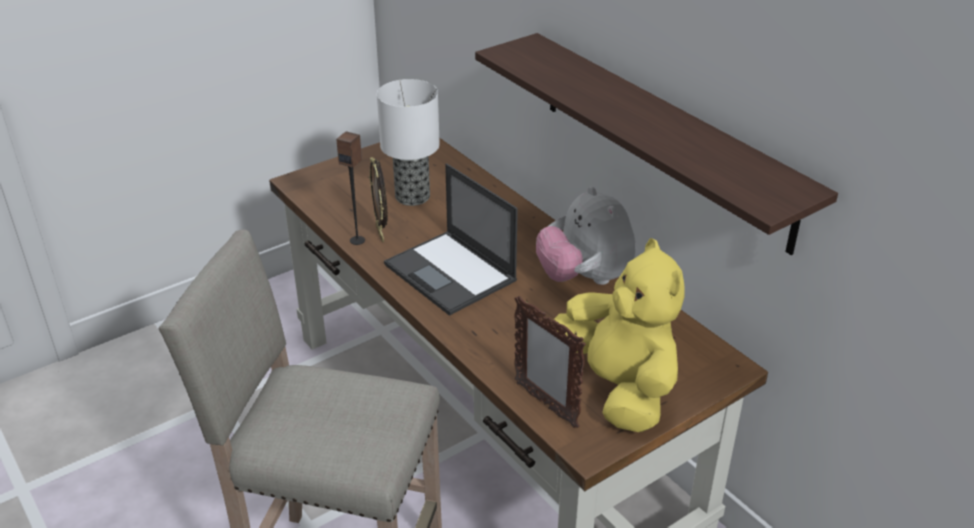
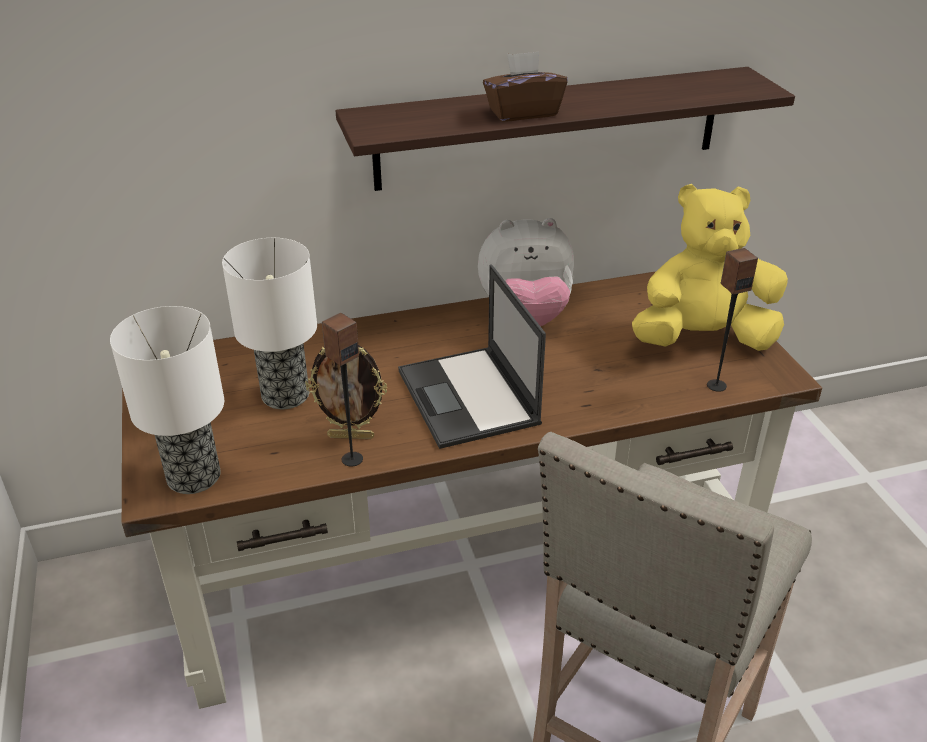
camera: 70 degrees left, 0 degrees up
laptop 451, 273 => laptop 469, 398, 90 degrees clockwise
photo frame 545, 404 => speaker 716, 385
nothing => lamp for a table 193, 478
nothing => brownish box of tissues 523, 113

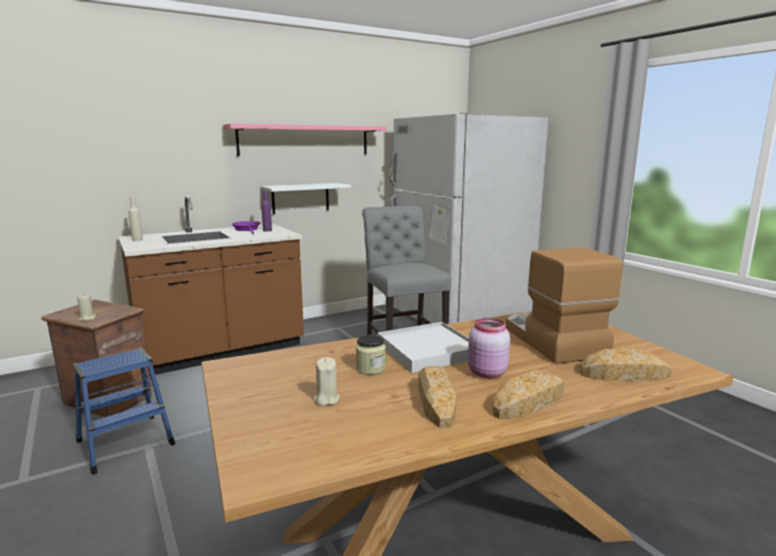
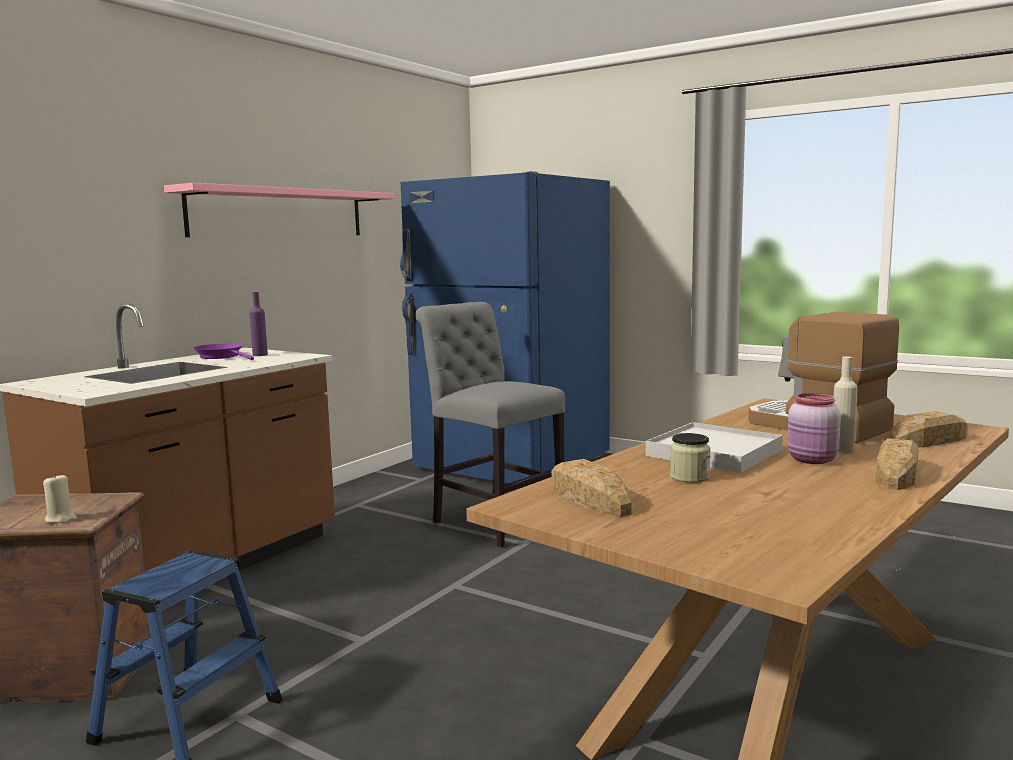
camera: 25 degrees left, 5 degrees down
sand-coloured beverage bottle 137, 240 => sand-coloured beverage bottle 842, 449, relocated
white-coloured shelf 300, 198 => nothing
sand-coloured wax candle 326, 399 => nothing
white-coloured fridge 460, 314 => bluish fridge 513, 462
bread 436, 401 => bread 588, 498, relocated

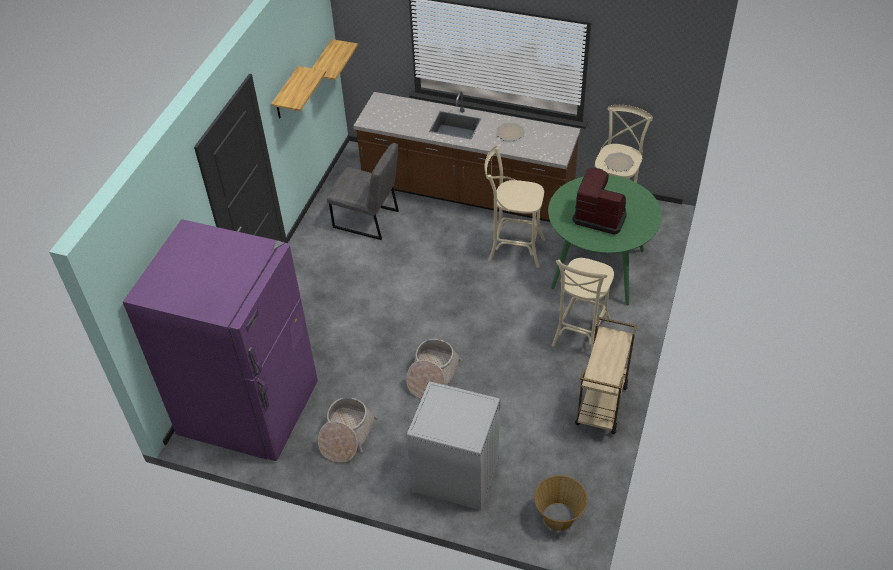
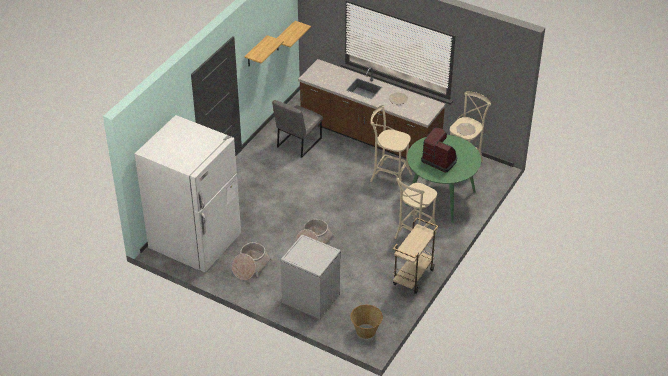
camera: 10 degrees right, 5 degrees down
purplish fridge 249, 407 => white-coloured fridge 195, 241
greyish plain chair 367, 220 => greyish plain chair 298, 143, 90 degrees clockwise

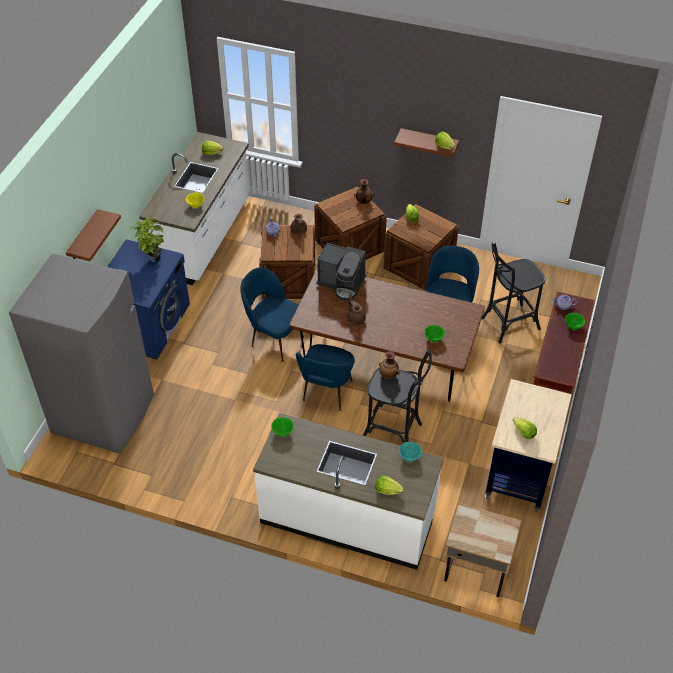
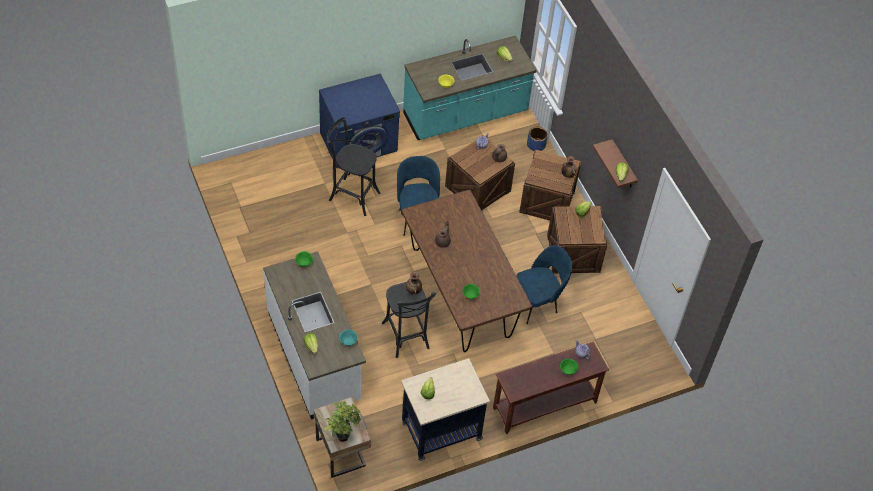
camera: 45 degrees right, 5 degrees up
greyish fridge 104, 413 => nothing
brownish shelf 83, 239 => nothing
houseplant 152, 257 => houseplant 342, 434, relocated
white-coloured kitchen base unit 203, 237 => blue-green kitchen base unit 465, 115
bluish plain chair 326, 394 => nothing
coffee maker 341, 283 => nothing
black-coloured stool seat 507, 324 => black-coloured stool seat 352, 195, relocated
nothing => bluish planter 536, 144

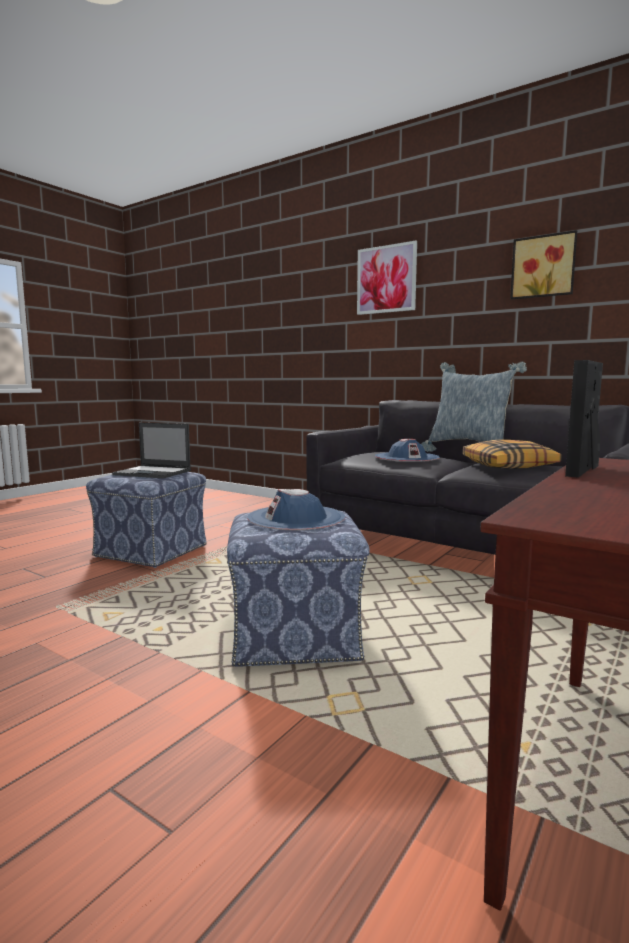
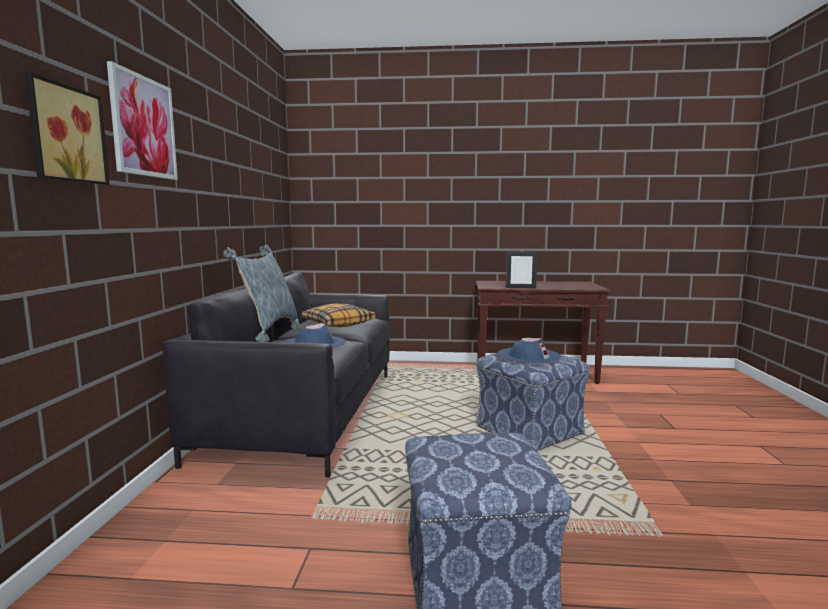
camera: 120 degrees left, 0 degrees up
laptop 153, 473 => nothing
wall art 543, 267 => wall art 64, 134, relocated

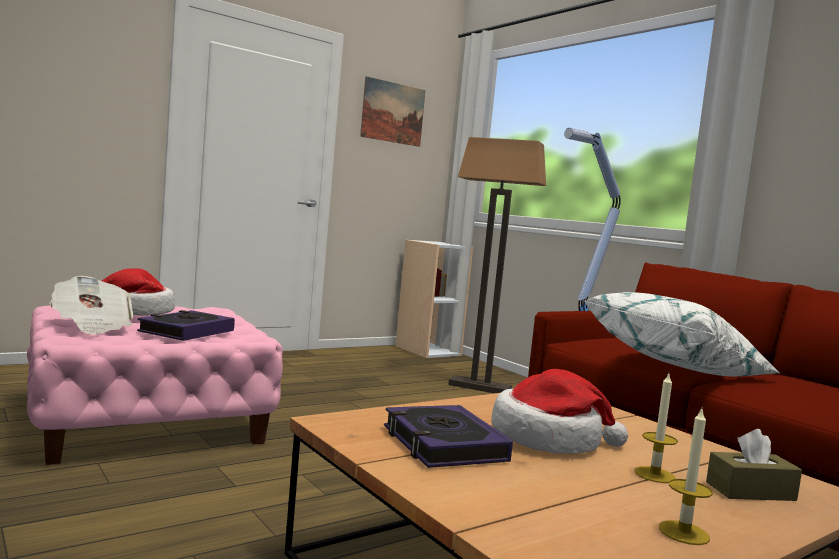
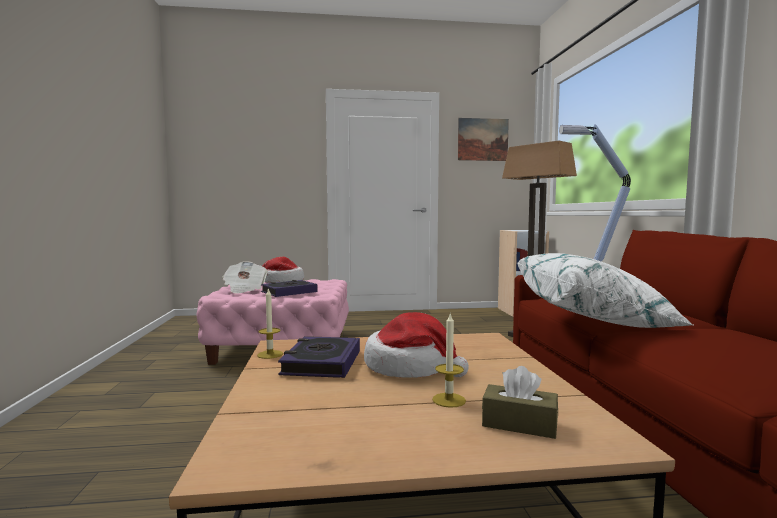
camera: 30 degrees right, 0 degrees up
wax candle 684, 532 => wax candle 270, 354, relocated

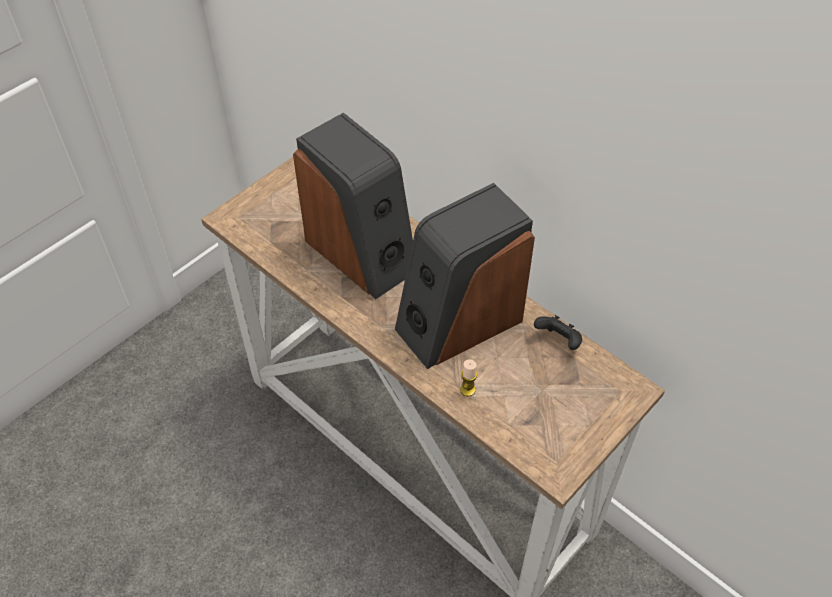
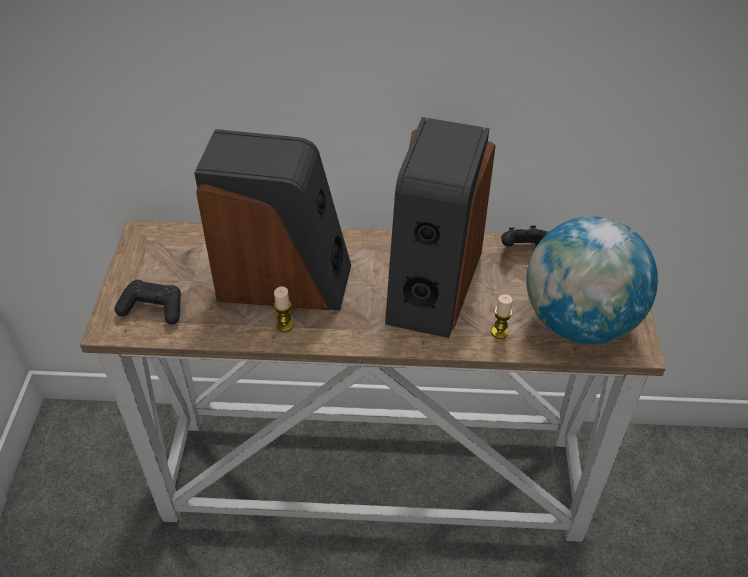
camera: 40 degrees left, 5 degrees down
nothing => black-coloured gamepad 153, 308
nothing => wax candle 285, 325
nothing => world globe 579, 322

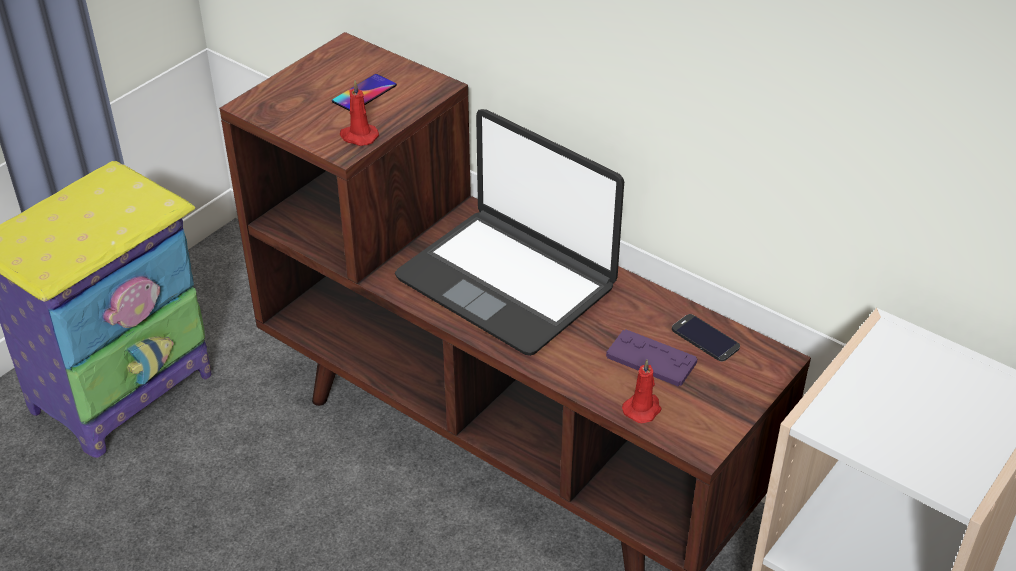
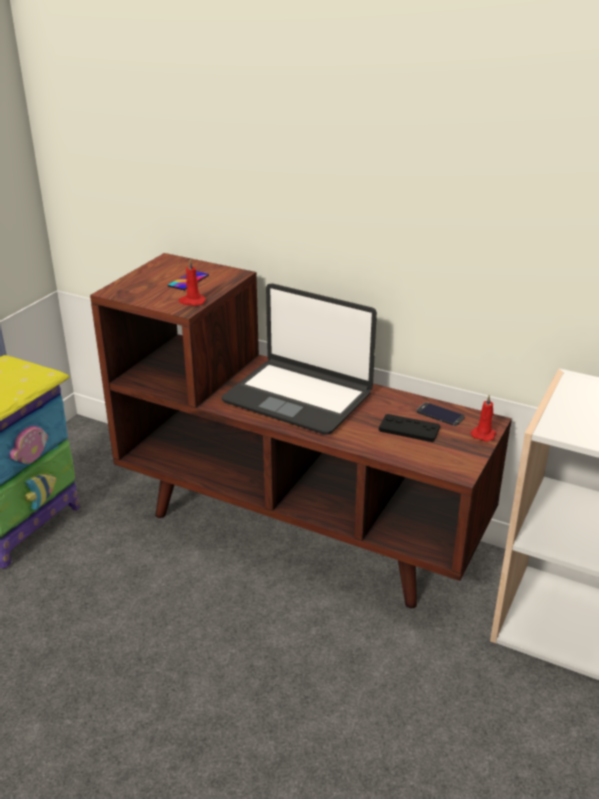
camera: 10 degrees left, 10 degrees down
purplish gamepad 651, 359 => black-coloured gamepad 409, 429
red wax candle 643, 408 => red wax candle 484, 434, relocated

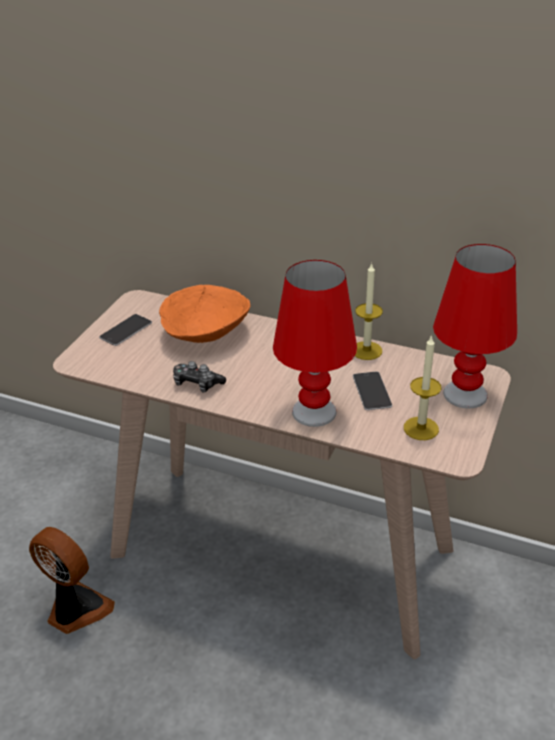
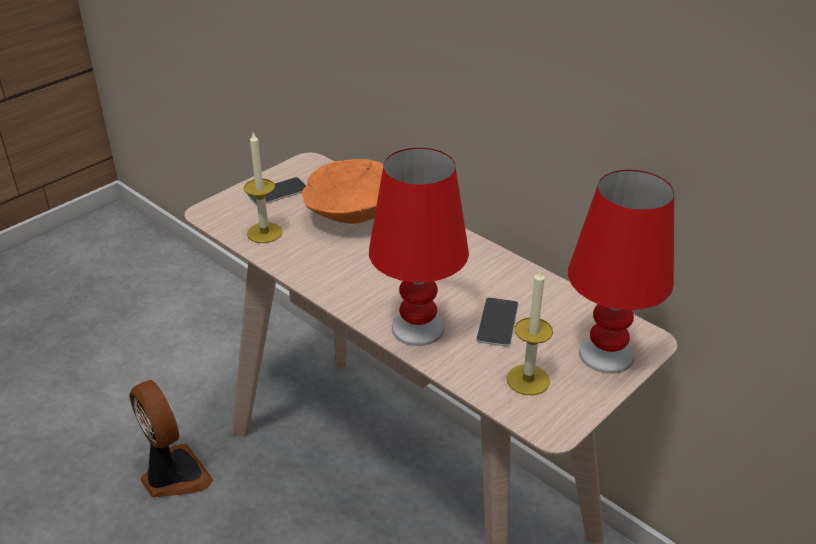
camera: 20 degrees right, 0 degrees up
gamepad 197, 384 => nothing
wax candle 366, 350 => wax candle 264, 233, relocated

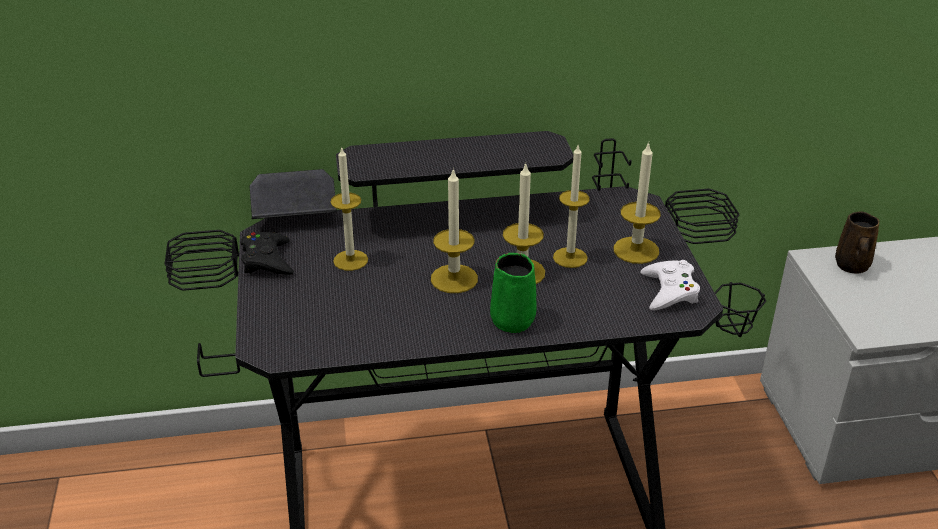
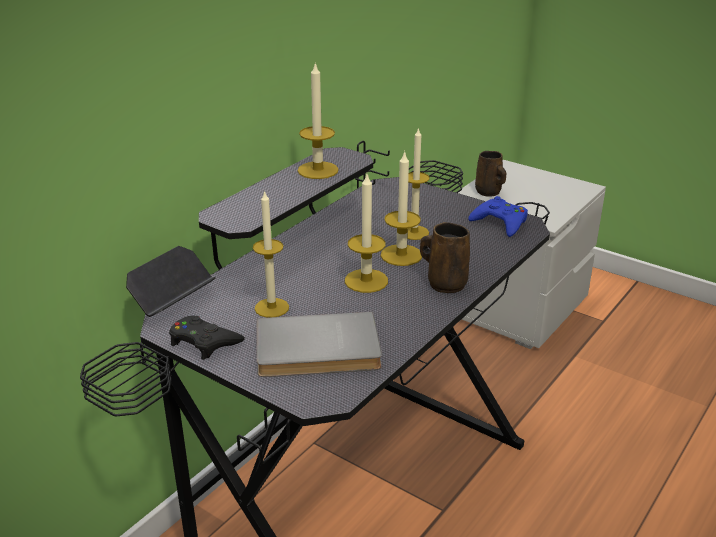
camera: 45 degrees left, 5 degrees down
green mug 512, 319 => brownish mug 444, 283
wax candle 636, 250 => wax candle 318, 170, relocated
white-coloured gamepad 669, 291 => bluish gamepad 500, 222
nothing => greyish bound book 318, 351

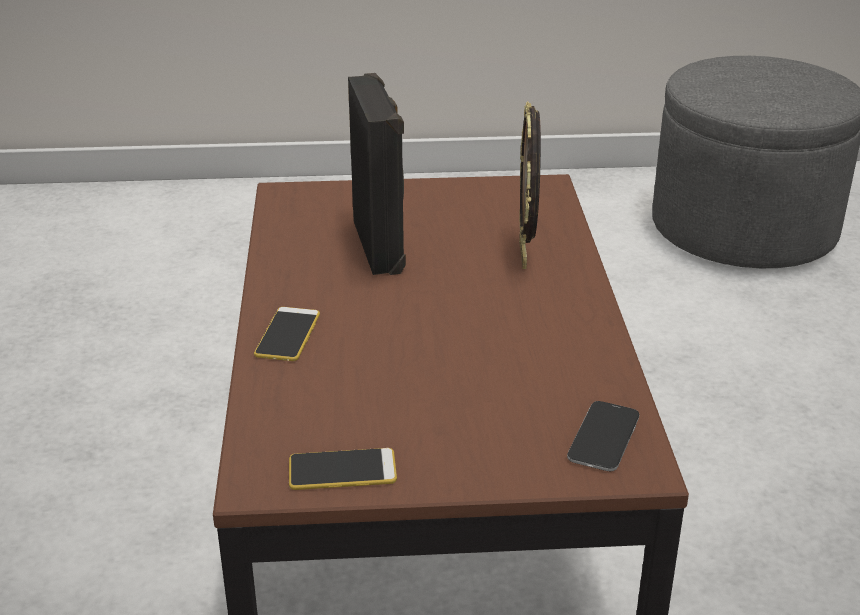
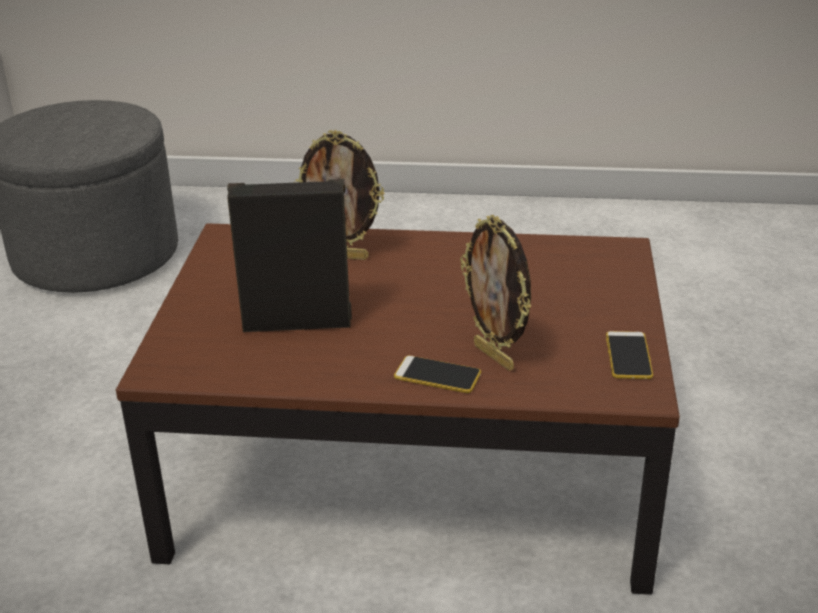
camera: 80 degrees left, 0 degrees up
phone 603, 438 => nothing
nothing => photo frame 495, 356

